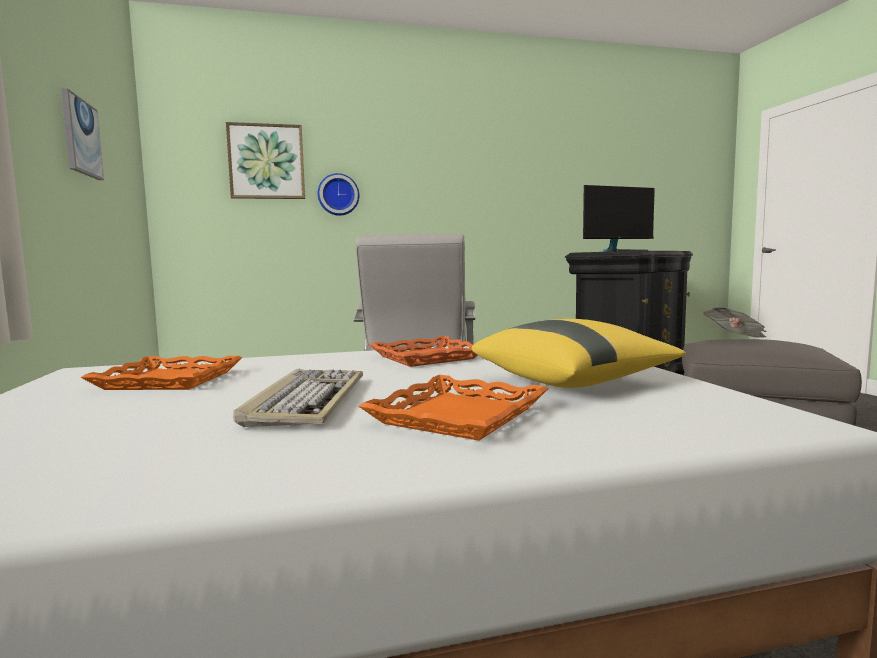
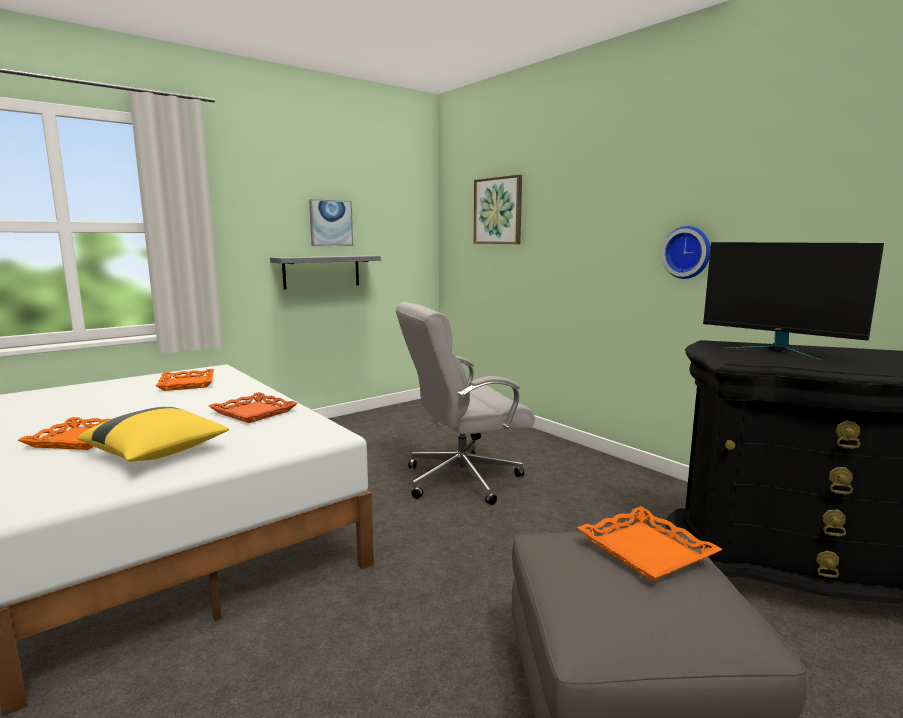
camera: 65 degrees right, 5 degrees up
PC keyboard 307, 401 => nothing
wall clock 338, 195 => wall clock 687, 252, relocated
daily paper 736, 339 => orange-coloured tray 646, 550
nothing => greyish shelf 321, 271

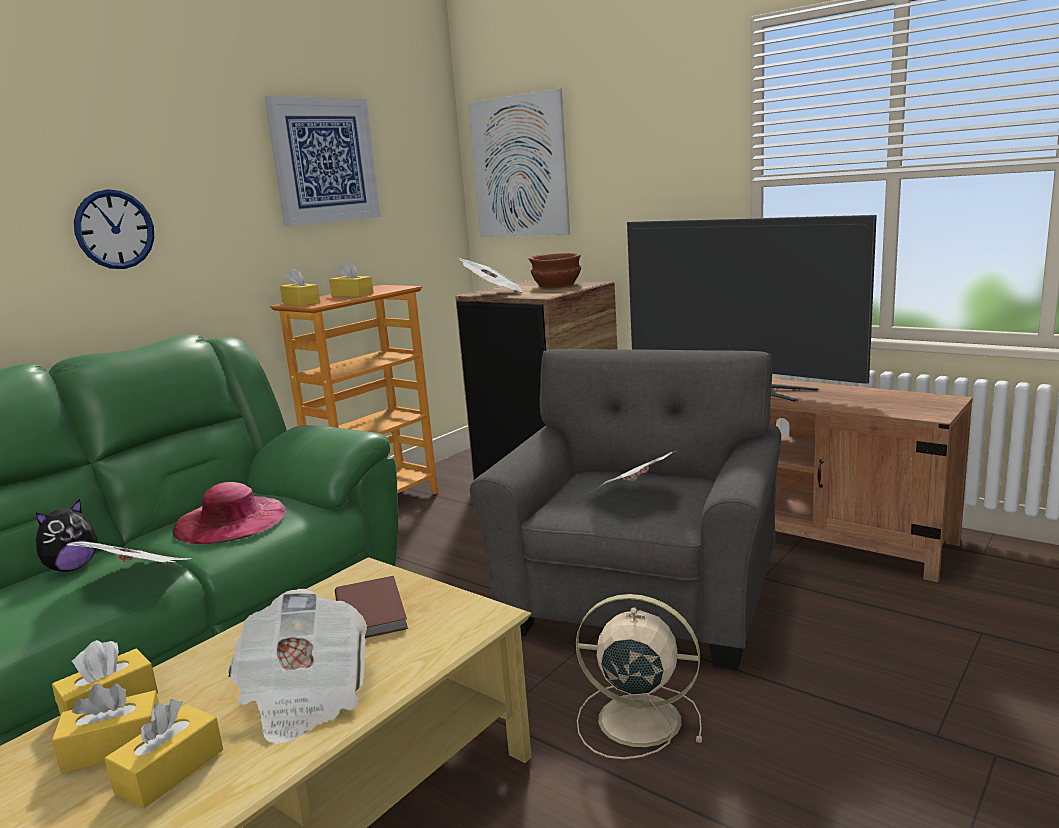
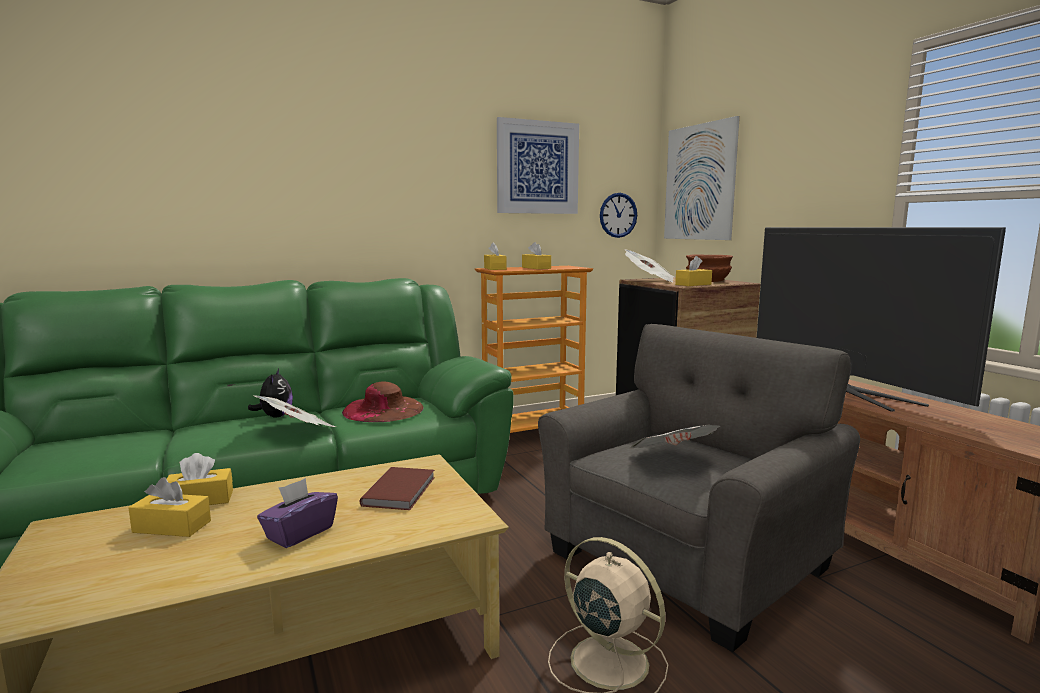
camera: 25 degrees right, 5 degrees down
cuddly toy 72, 567 => cuddly toy 275, 416, 75 degrees counterclockwise
wall clock 114, 229 => wall clock 618, 215, relocated
yellowish box of tissues 170, 770 => yellowish box of tissues 693, 284, relocated
pinkish hat 230, 520 => brownish hat 383, 409
daily paper 304, 695 => purplish box of tissues 299, 533

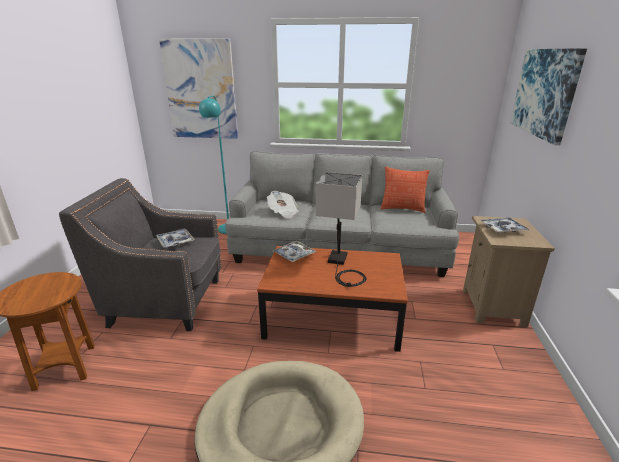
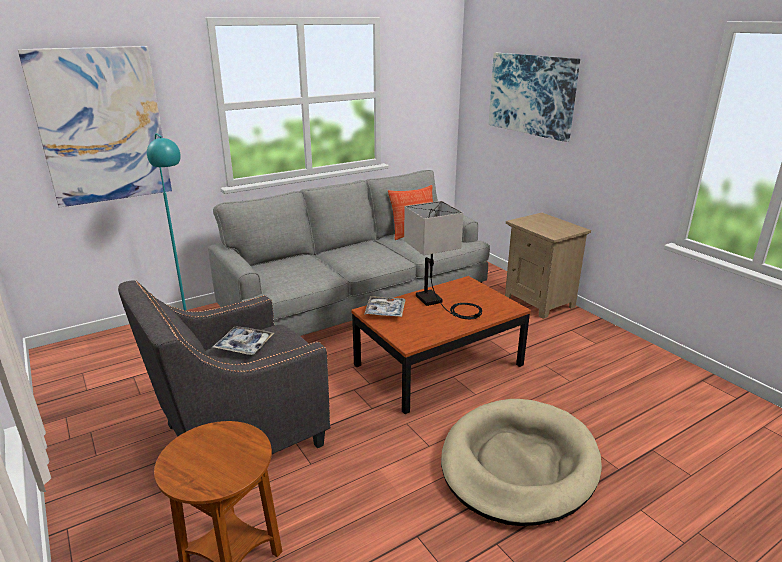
camera: 40 degrees left, 0 degrees up
daily paper 283, 212 => nothing
tray 502, 229 => nothing

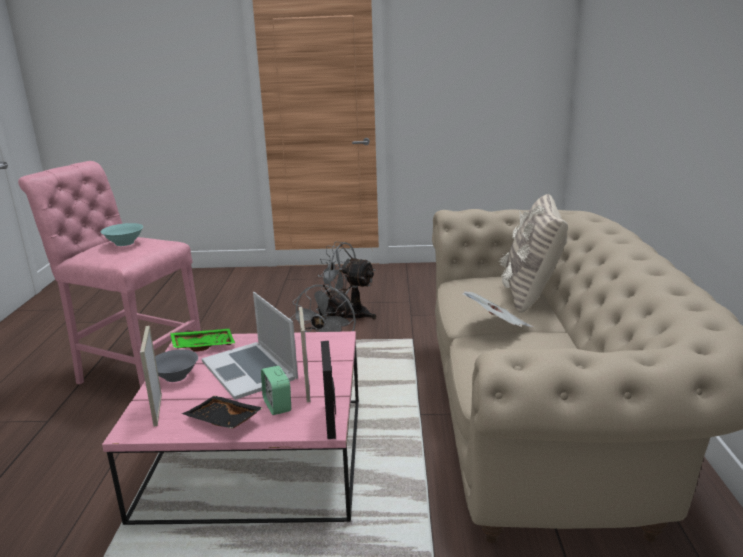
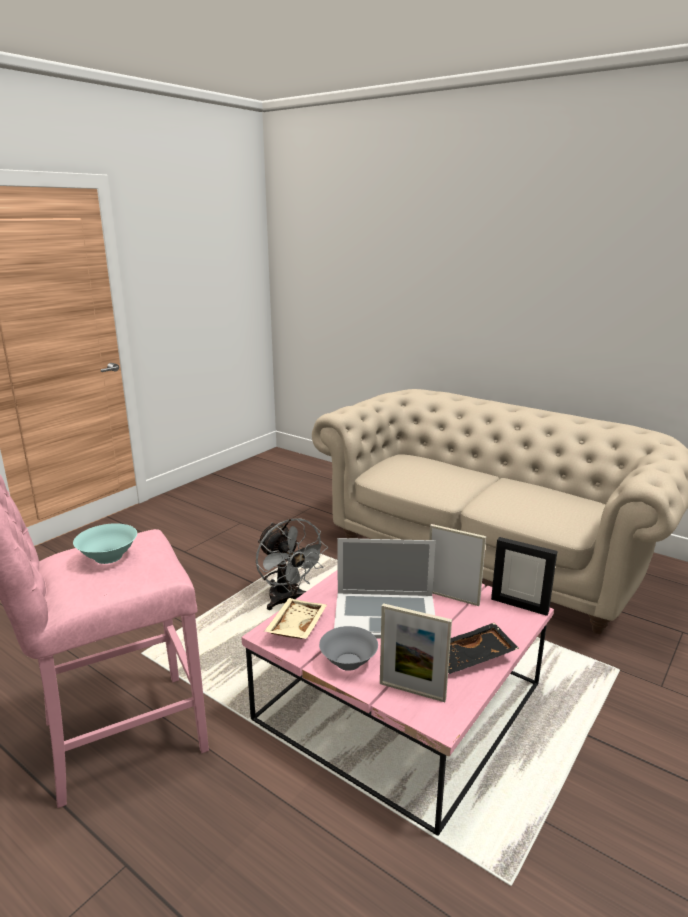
camera: 55 degrees left, 0 degrees up
green tray 203, 345 => sand-coloured tray 295, 626
table clock 277, 405 => nothing
greyish cooling fan 349, 314 => nothing
daily paper 496, 327 => nothing
sand-coloured cushion 528, 293 => nothing

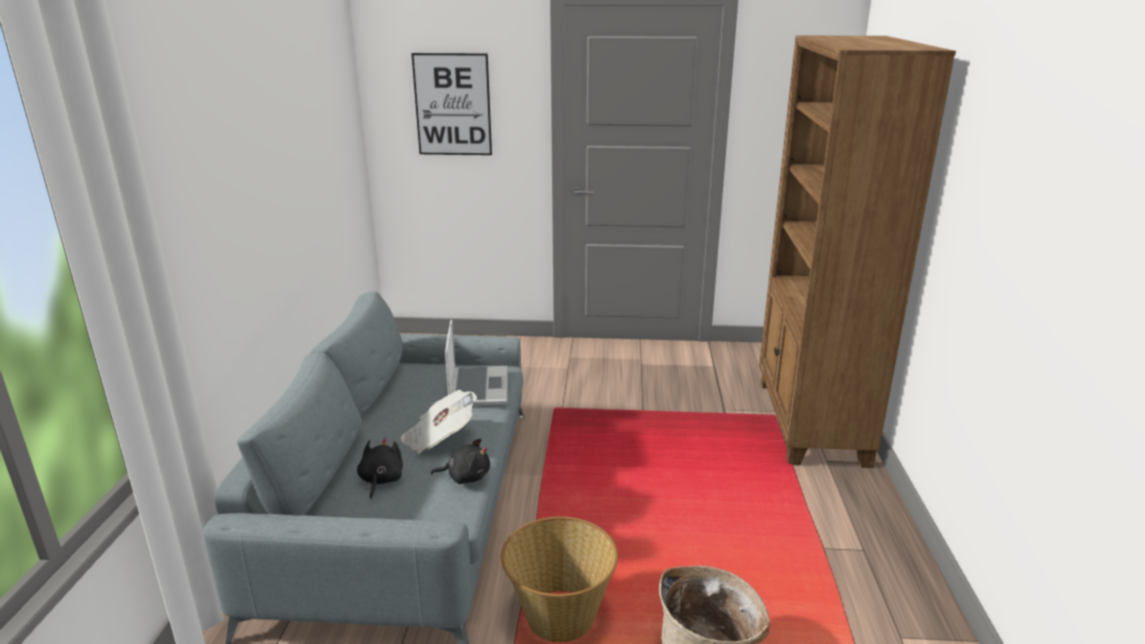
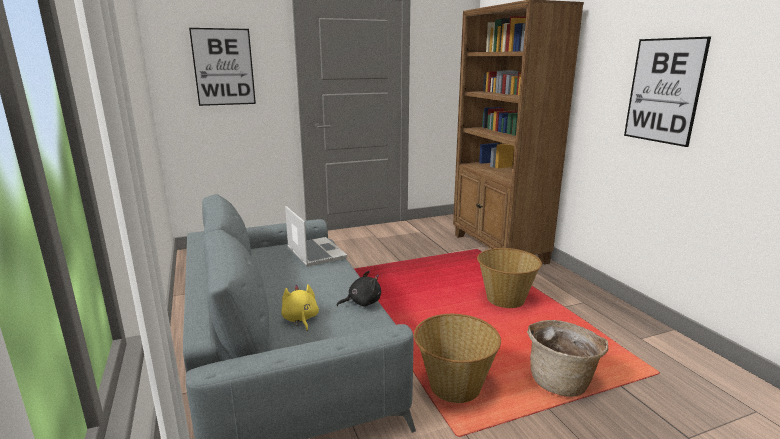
camera: 25 degrees left, 5 degrees down
black-coloured cuddly toy 380, 480 => yellowish cuddly toy 300, 319
daily paper 439, 438 => nothing
nothing => storage basket 505, 299
nothing => wall art 663, 91

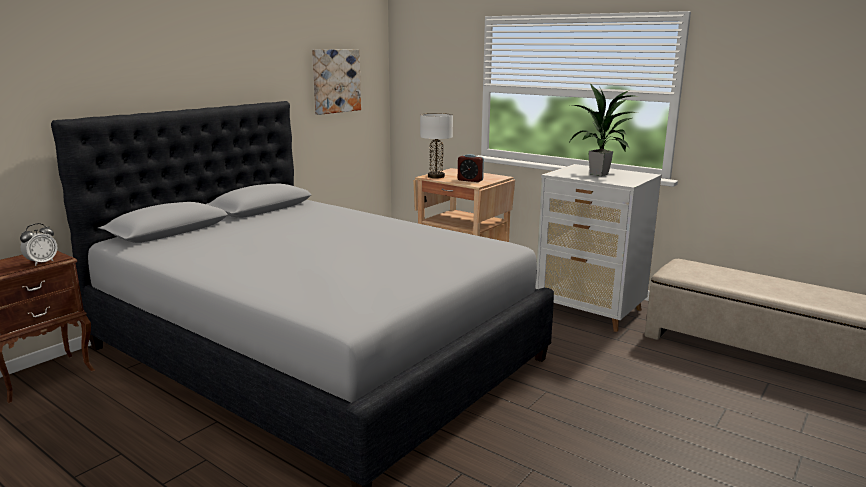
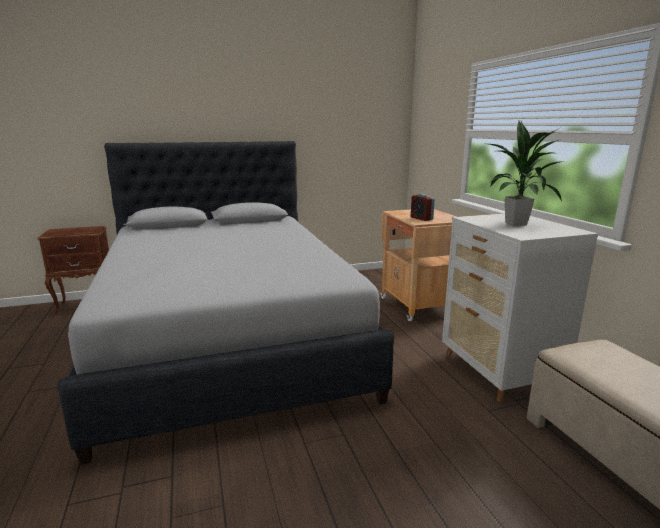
camera: 35 degrees right, 0 degrees up
table clock 42, 262 => nothing
wall art 336, 81 => nothing
lamp for a table 436, 176 => nothing

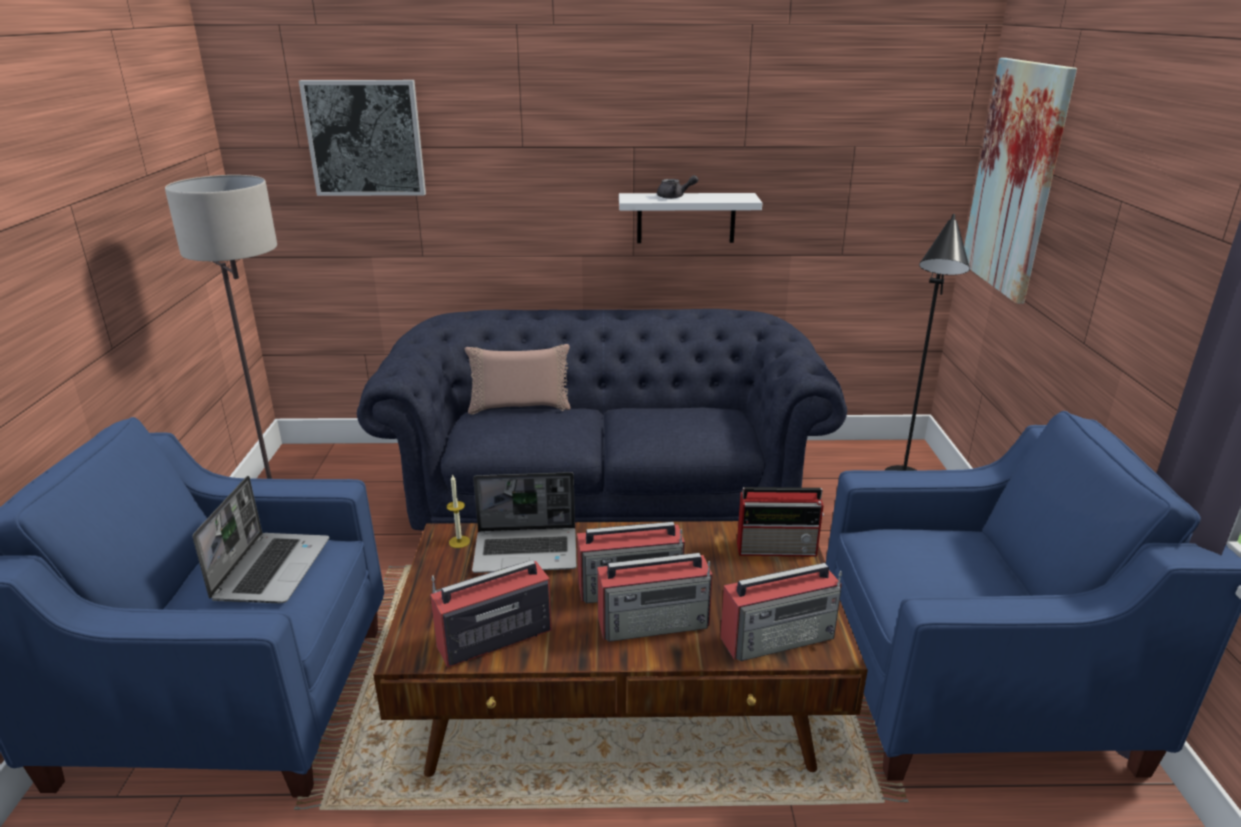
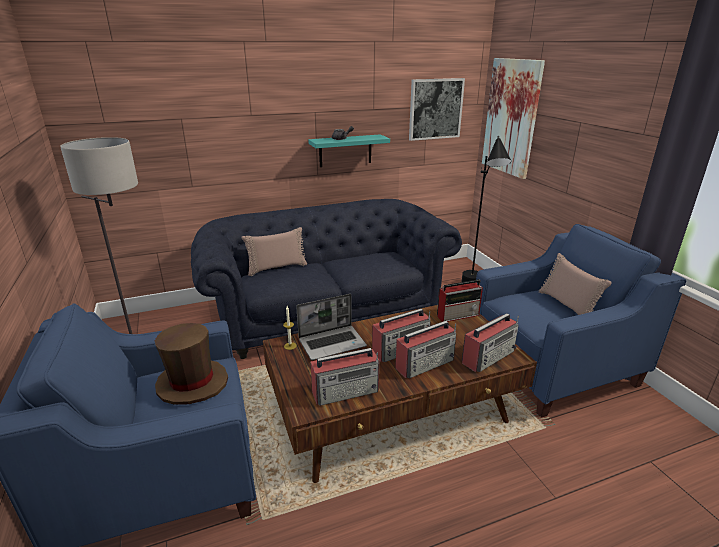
camera: 20 degrees left, 0 degrees up
laptop 271, 569 => brownish hat 192, 383
wall art 365, 138 => wall art 435, 109, relocated
radio 492, 638 => radio 346, 391, 150 degrees counterclockwise
white-coloured shelf 686, 218 => blue-green shelf 345, 150
nothing => sand-coloured cushion 567, 306

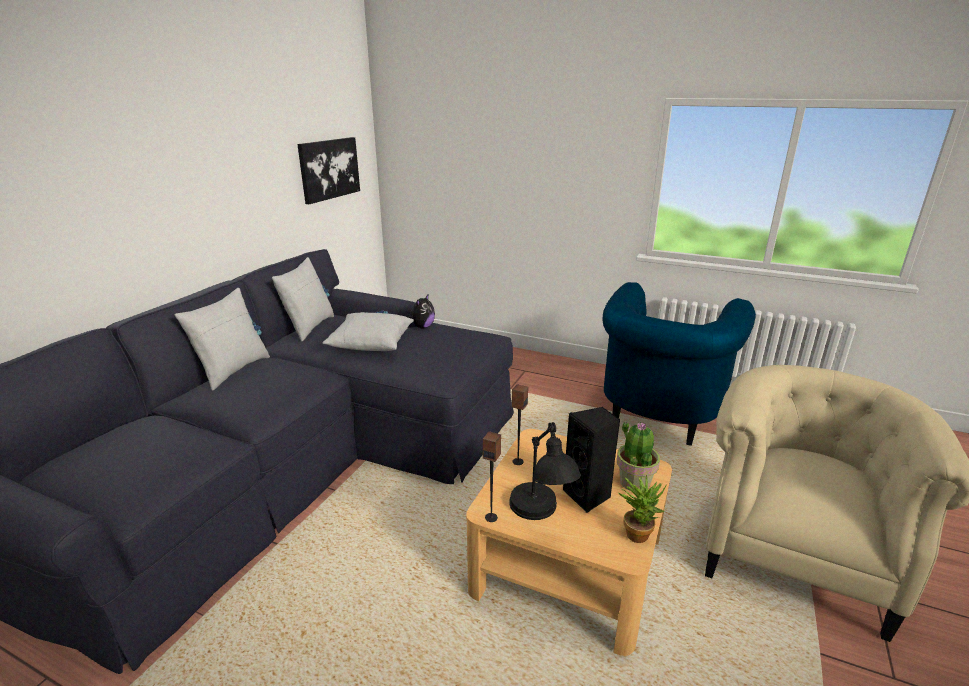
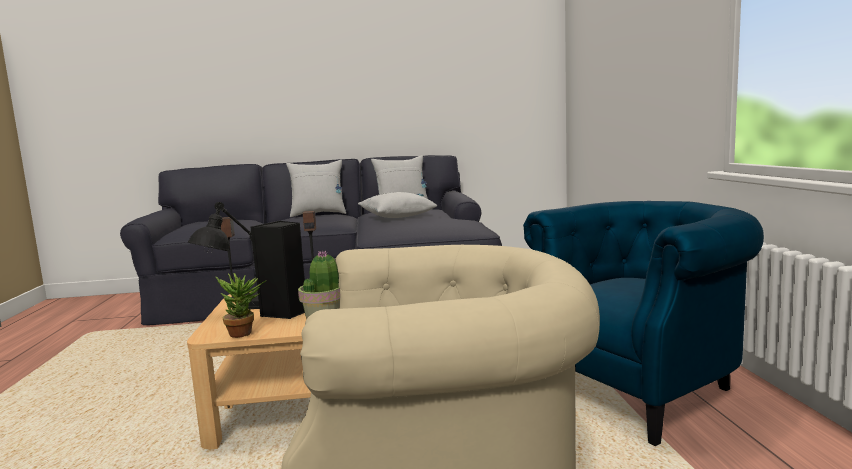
camera: 60 degrees right, 15 degrees down
wall art 329, 169 => nothing
cuddly toy 422, 327 => nothing
bluish armchair 659, 413 => bluish armchair 638, 388, 150 degrees clockwise

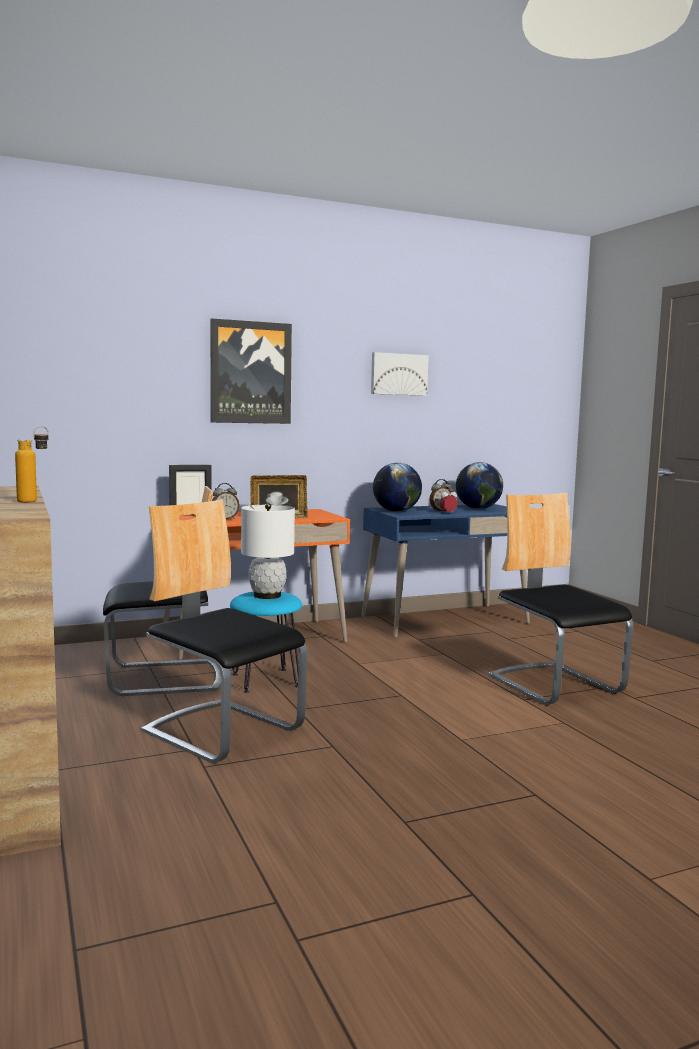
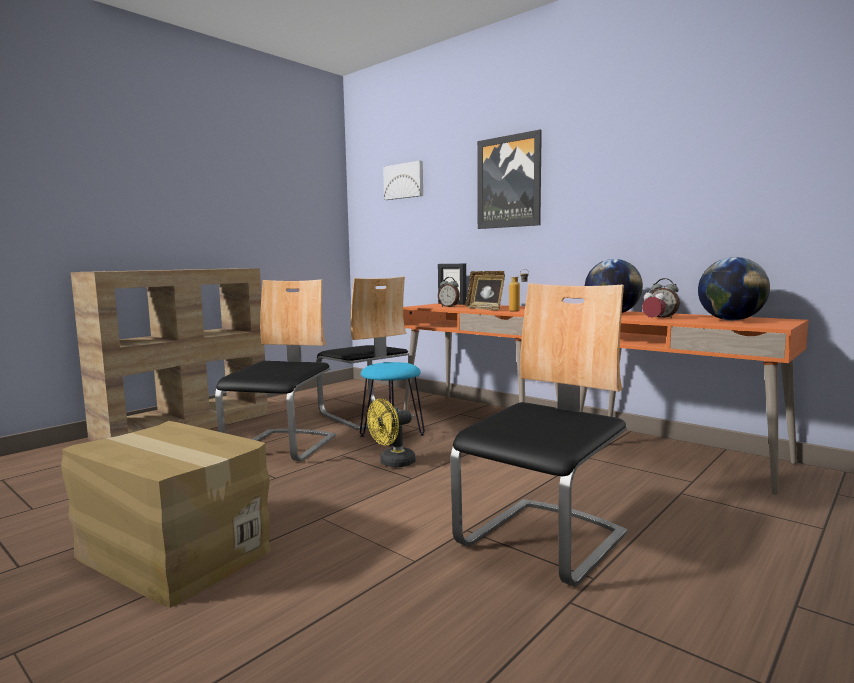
camera: 65 degrees right, 0 degrees up
beverage bottle 34, 501 => beverage bottle 518, 311, relocated
white-coloured lamp for a table 267, 595 => nothing
bluish desk 444, 621 => orange-coloured desk 678, 456
wall art 398, 374 => wall art 404, 181, relocated
nothing => cardboard box 171, 554
nothing => yellowish cooling fan 392, 463

